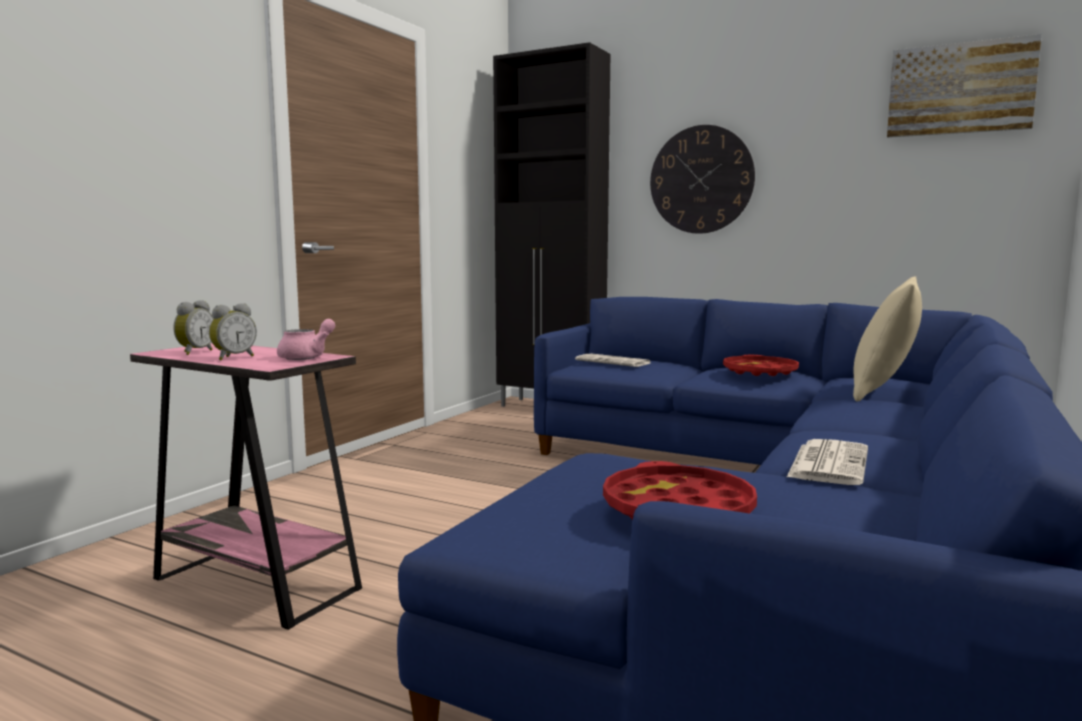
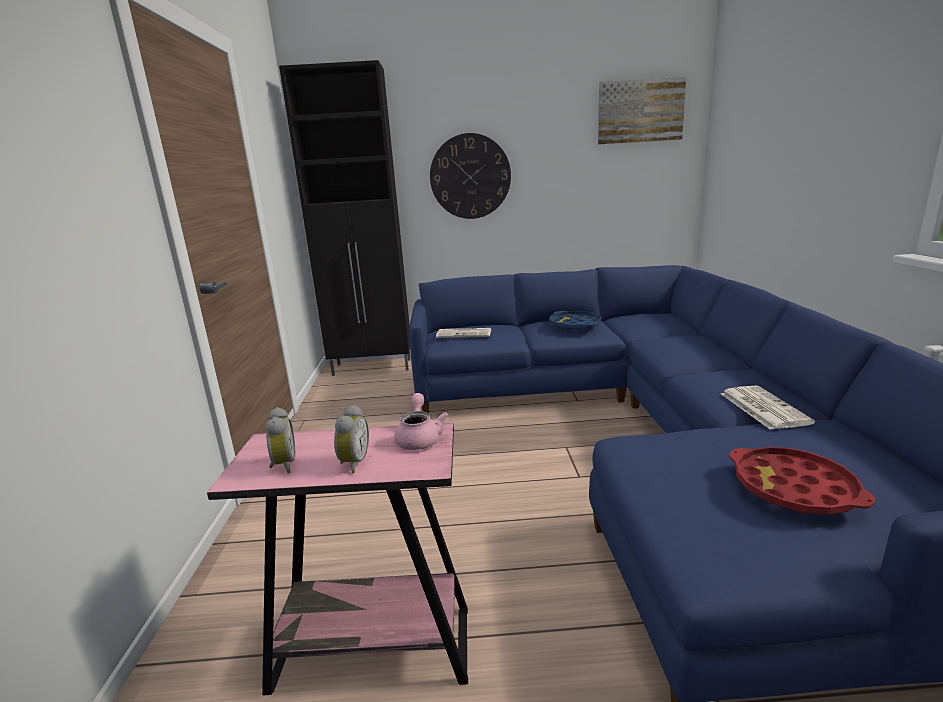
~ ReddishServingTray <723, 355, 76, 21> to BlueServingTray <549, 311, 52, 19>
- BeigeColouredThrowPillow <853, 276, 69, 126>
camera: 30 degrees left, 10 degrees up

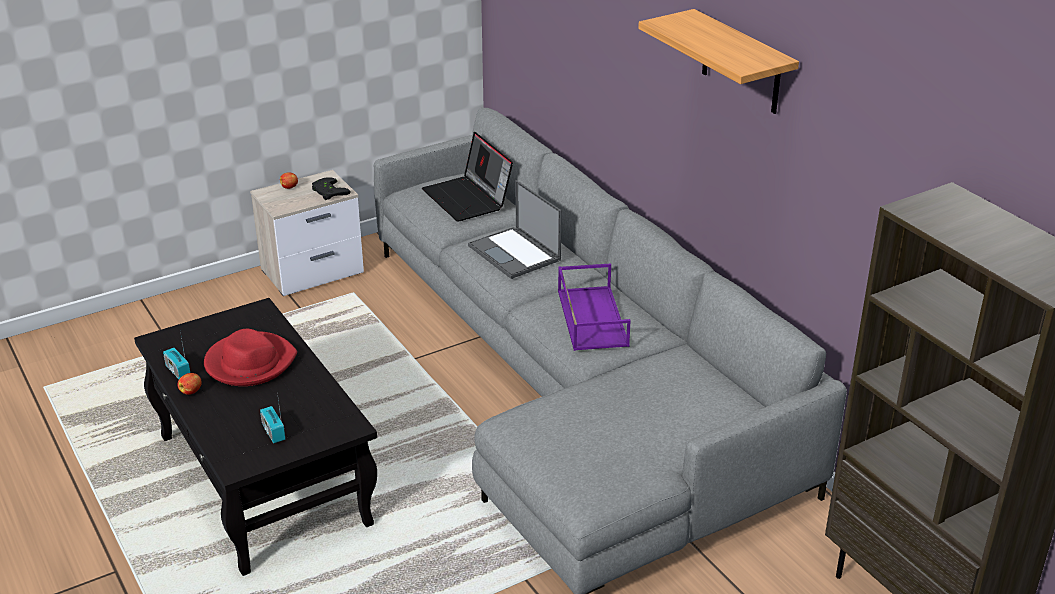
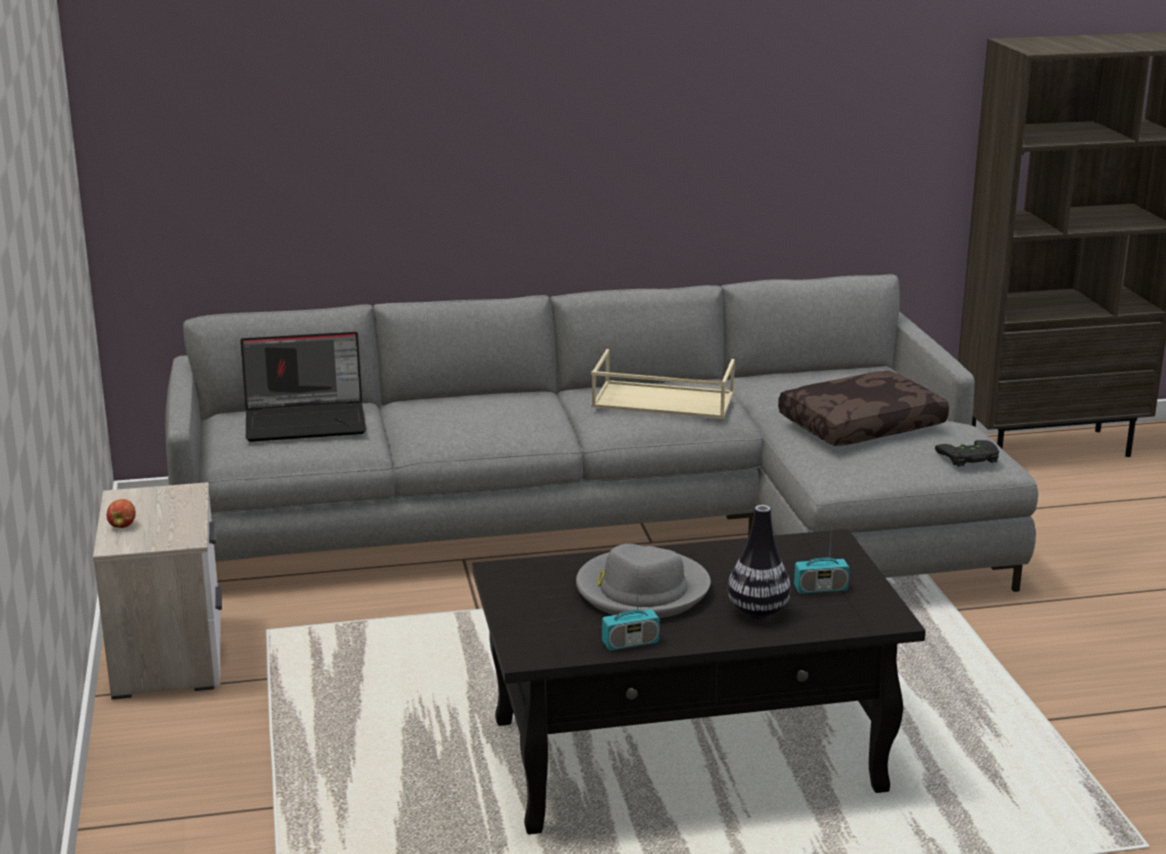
- WholeApple <178, 373, 24, 22>
~ ReddishClothingHat <204, 329, 93, 57> to GrayClothingHat <576, 544, 135, 74>
~ BlackColouredGamepad <312, 177, 38, 23> to <935, 440, 64, 27>
- NotebookComputer <468, 180, 94, 99>
~ PurplishServingTray <558, 263, 73, 88> to BeigeColouredServingTray <591, 349, 144, 70>
- Shelf <638, 9, 161, 105>
+ Vase <728, 505, 63, 114>
+ BrownishThrowPillow <778, 371, 171, 75>
camera: 70 degrees left, 10 degrees down

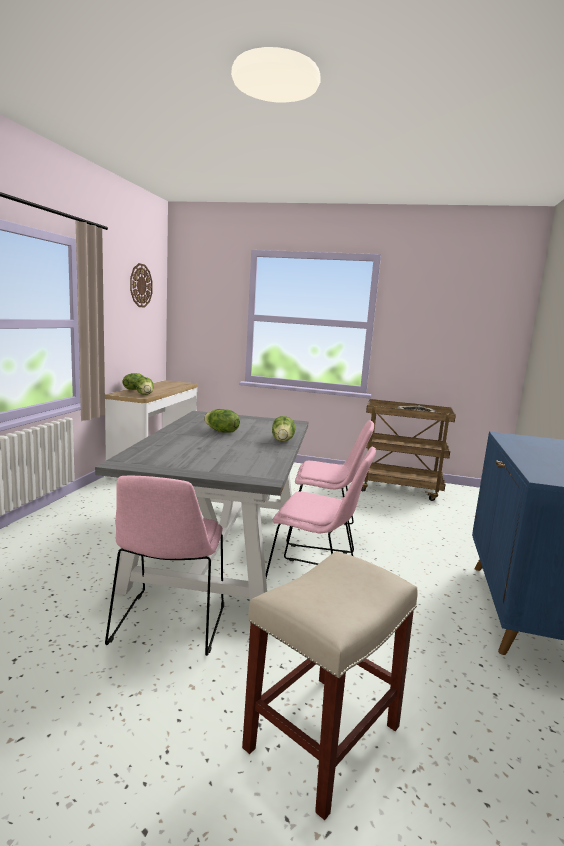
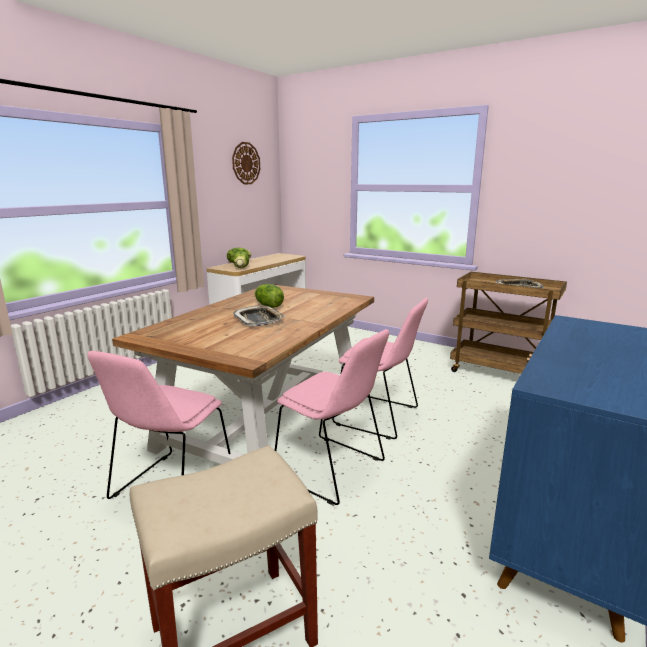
~ GrayDinnerTable <95, 411, 213, 191> to BrownishDinnerTable <112, 285, 262, 179>
- Lettuce <272, 416, 23, 26>
+ ServingTray <233, 305, 52, 21>
camera: 20 degrees right, 5 degrees up

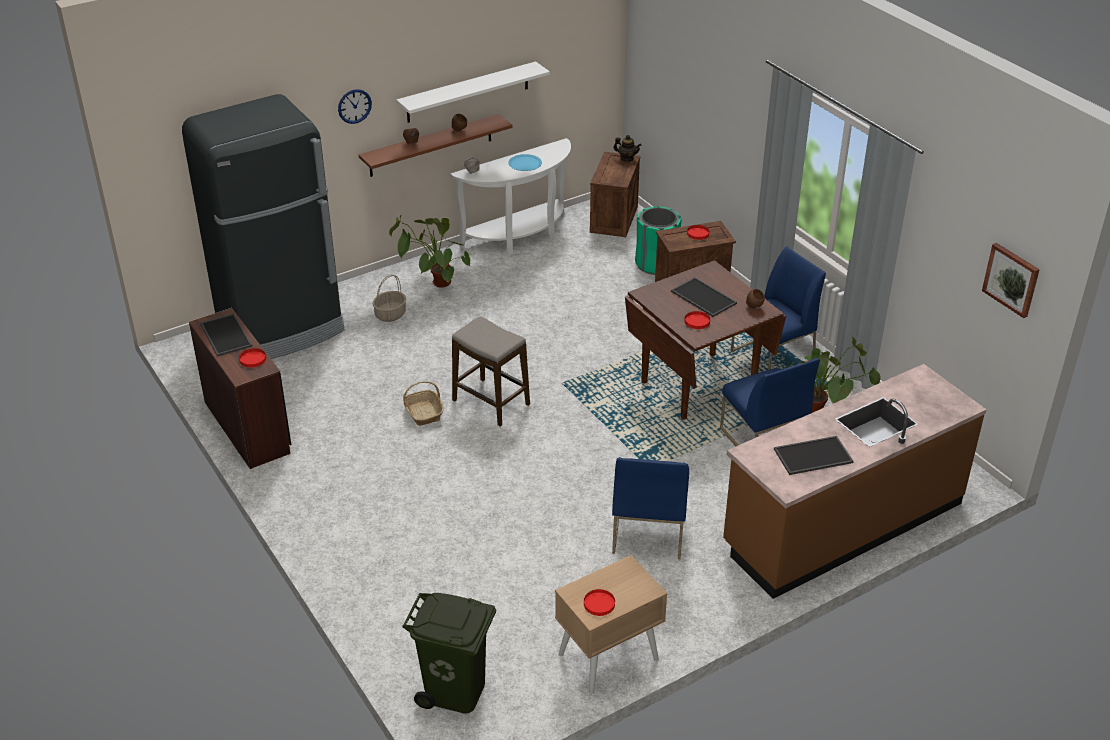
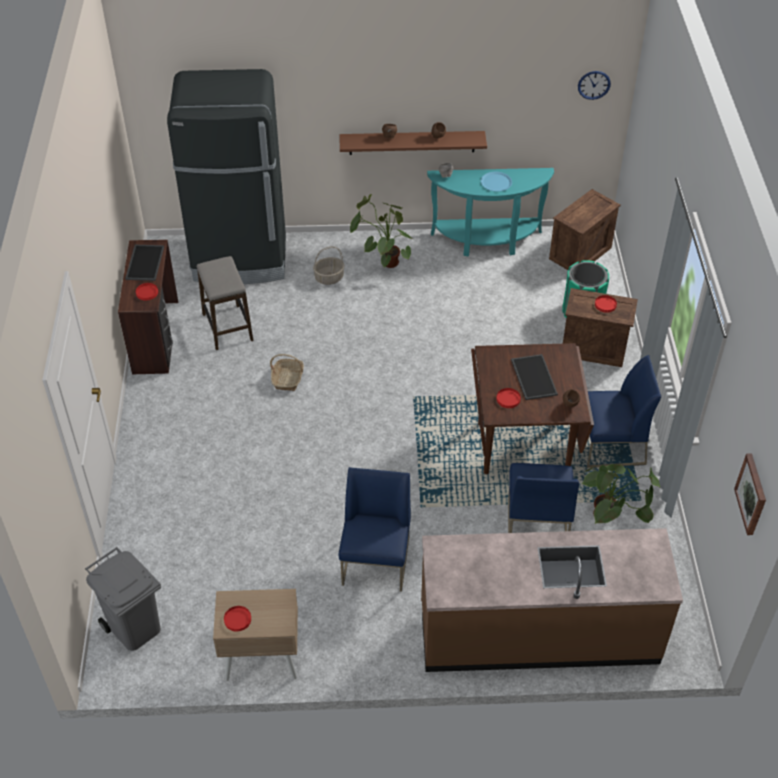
~ ClockOnTheWall <338, 89, 34, 35> to <578, 71, 33, 29>
- WhitishShelf <396, 61, 154, 62>
~ GreenRubbishBin <402, 593, 94, 121> to GrayRubbishBin <85, 547, 76, 104>
~ WhitishConsoleTable <450, 138, 121, 117> to TurquoiseColouredConsoleTable <427, 168, 127, 89>
~ SittingStool <452, 316, 78, 111> to <197, 256, 56, 94>
~ BlueChair <612, 457, 77, 102> = <339, 467, 72, 125> 150 degrees clockwise
- PotForTea <613, 135, 28, 27>
- ServingTray <774, 436, 80, 39>
camera: 30 degrees right, 10 degrees up

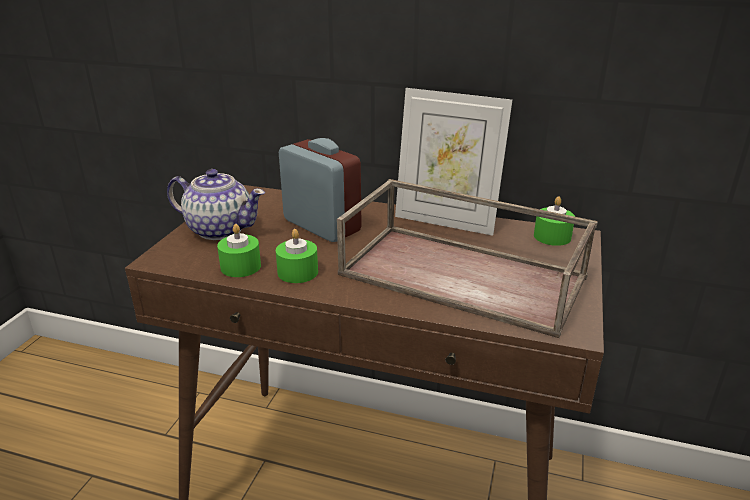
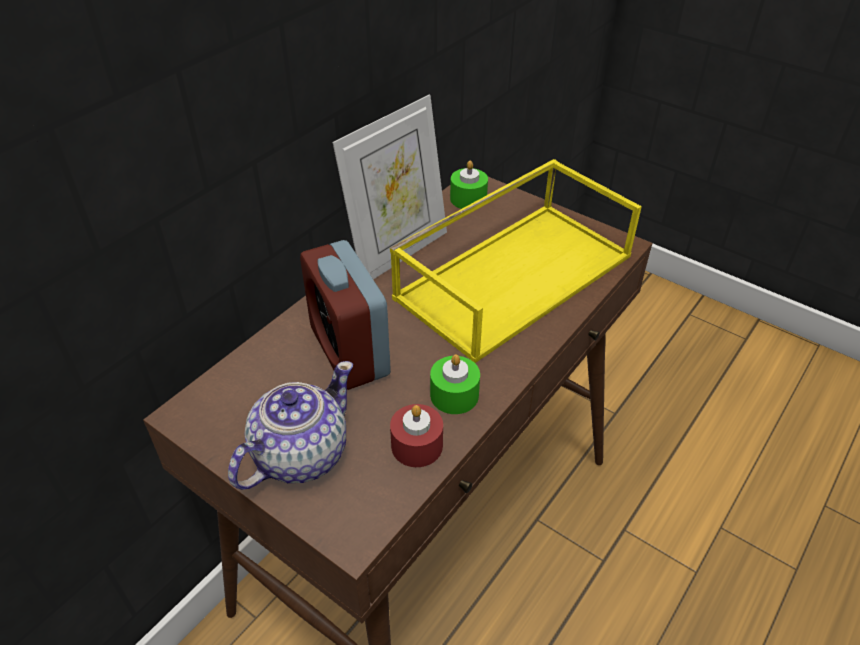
~ GreenWaxLight <217, 224, 44, 53> to ReddishWaxLight <390, 404, 53, 63>
~ TableClock <279, 138, 83, 104> = <300, 240, 91, 150> 90 degrees counterclockwise
~ BrownishServingTray <337, 179, 261, 159> to YellowServingTray <390, 159, 252, 204>
camera: 70 degrees left, 15 degrees up

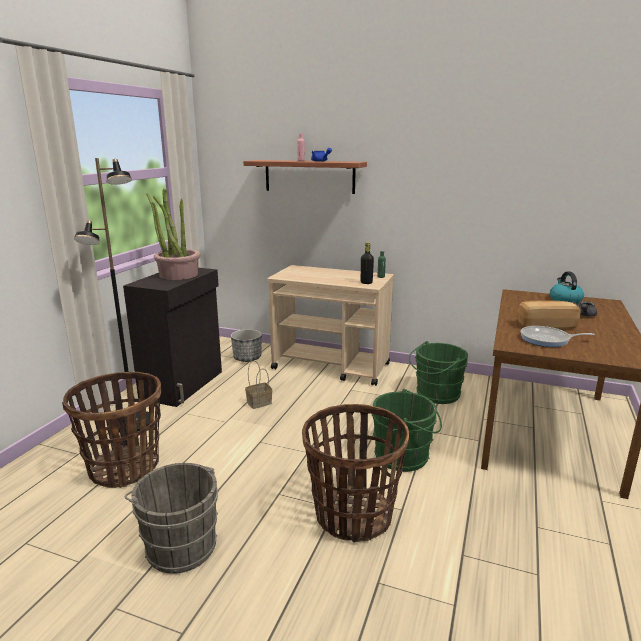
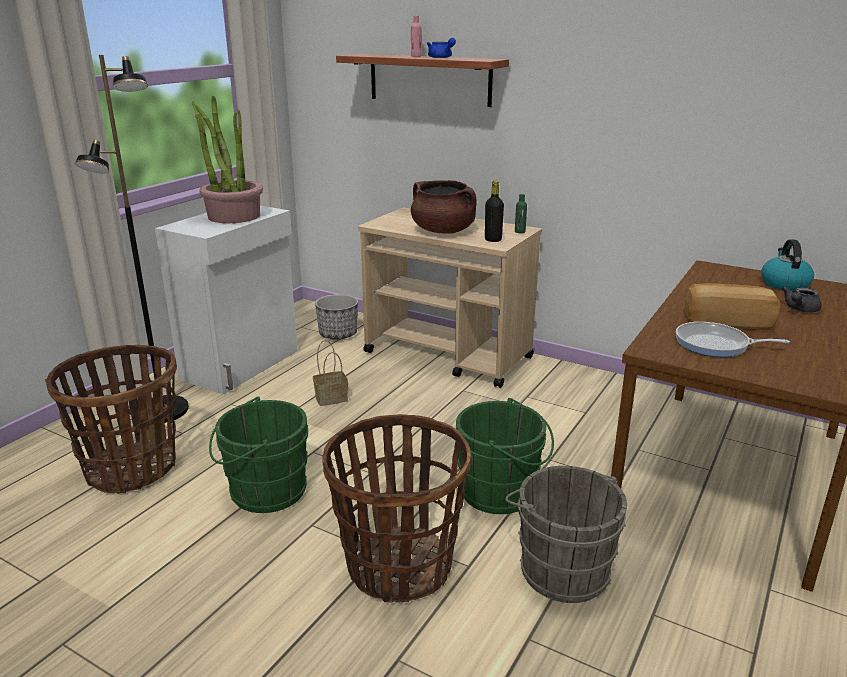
~ BlackColouredCabinet <123, 268, 99, 139> to WhitishCabinet <155, 206, 143, 188>
~ GrayBucket <125, 463, 94, 111> to <505, 466, 122, 137>
~ GreenBucket <409, 341, 59, 63> to <209, 397, 99, 116>
+ BrownishSaucepot <411, 180, 65, 54>
camera: 10 degrees right, 5 degrees up

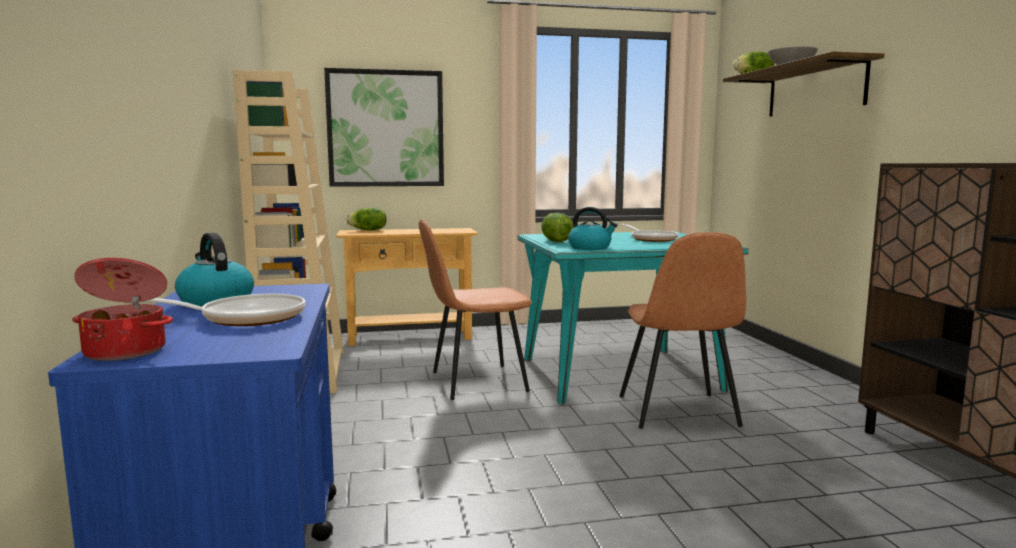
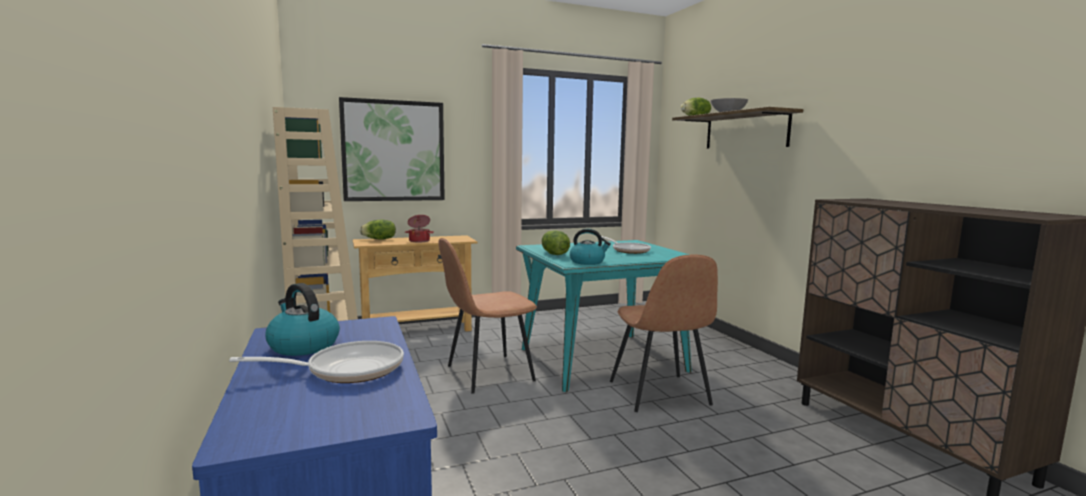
~ Saucepot <72, 258, 101, 103> to <405, 215, 29, 28>
camera: 10 degrees left, 0 degrees up

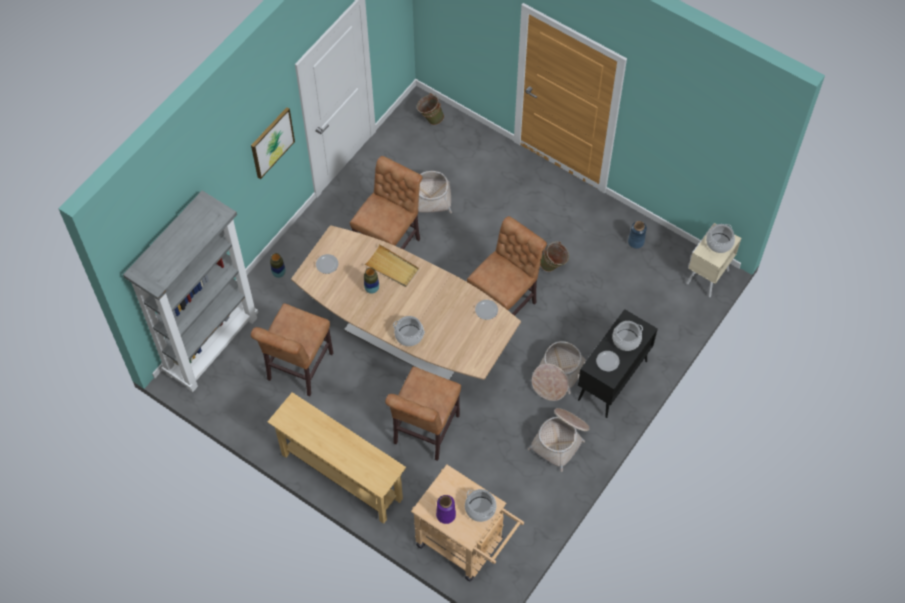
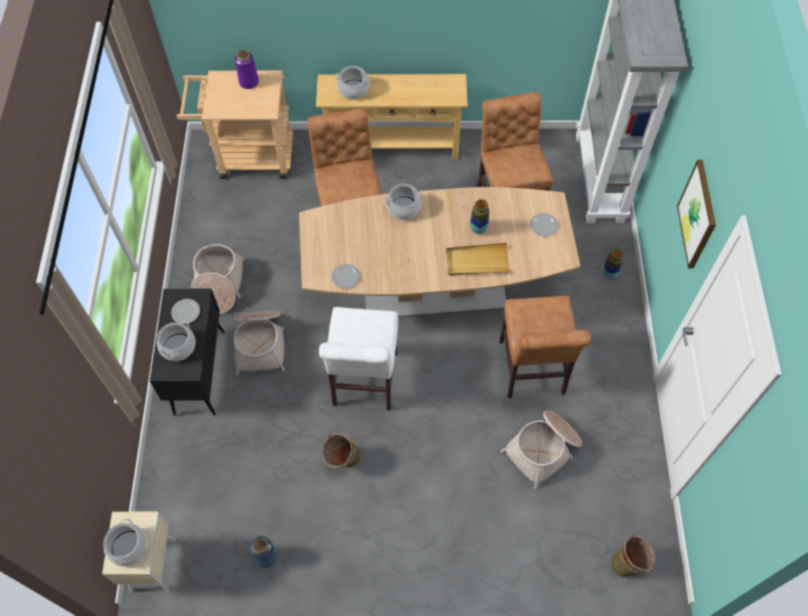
~ Saucepot <465, 489, 31, 33> to <335, 66, 36, 34>
~ BrownishChair <467, 216, 80, 100> to WhitishChair <319, 307, 79, 103>
camera: 145 degrees right, 0 degrees up

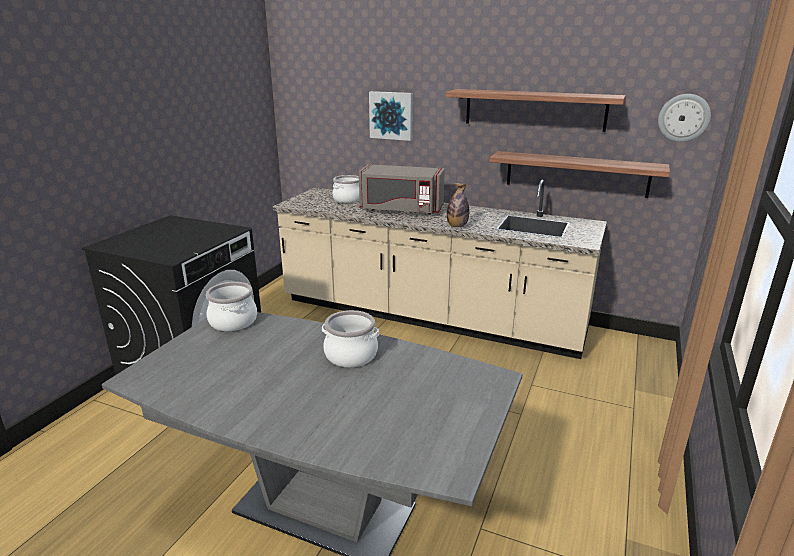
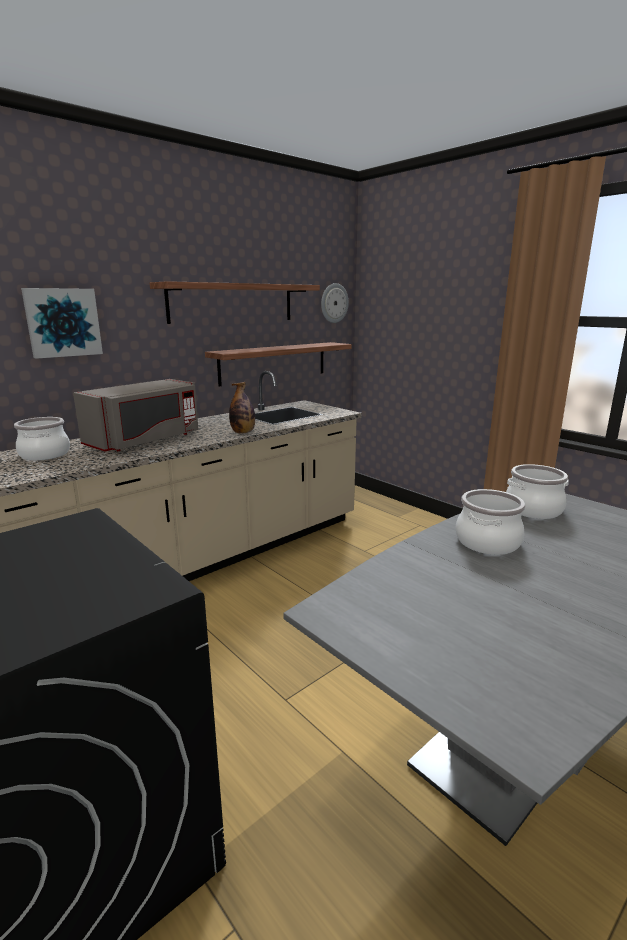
~ Saucepot <206, 282, 51, 49> to <506, 464, 63, 55>
camera: 65 degrees left, 5 degrees down

